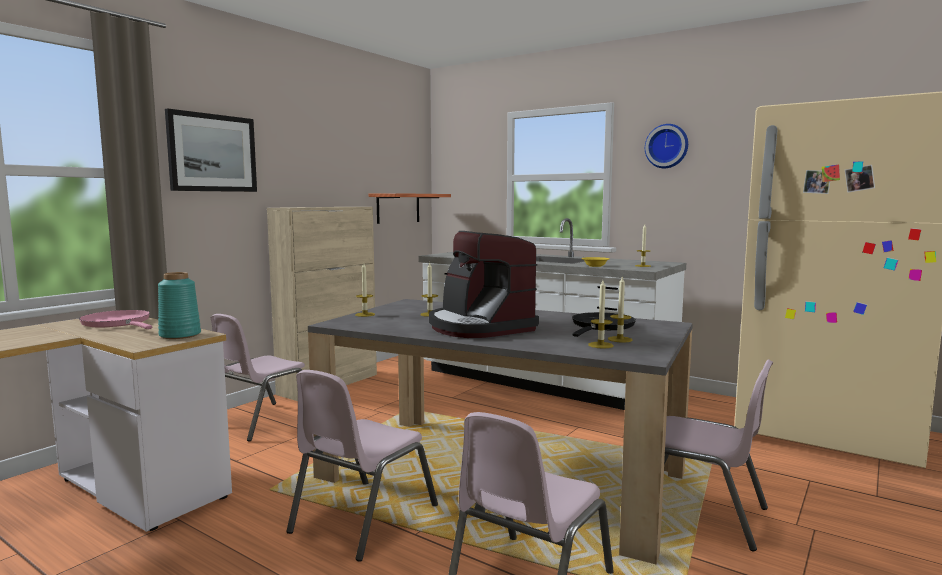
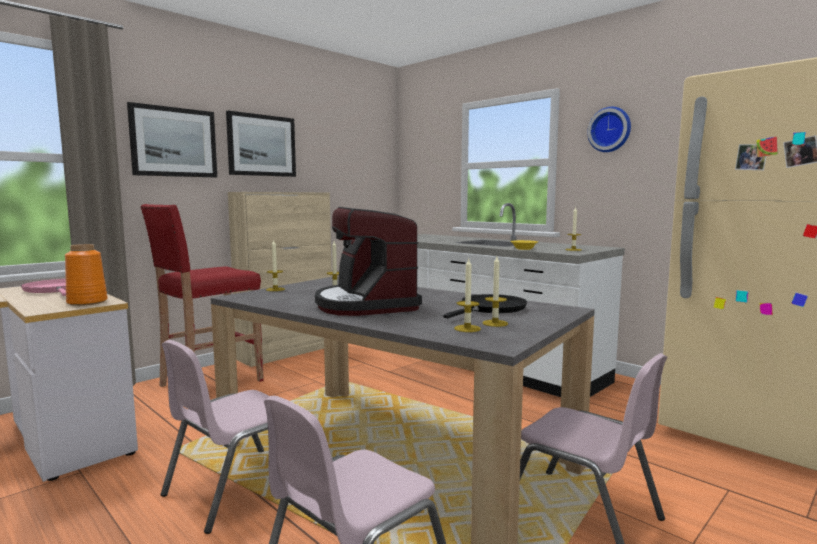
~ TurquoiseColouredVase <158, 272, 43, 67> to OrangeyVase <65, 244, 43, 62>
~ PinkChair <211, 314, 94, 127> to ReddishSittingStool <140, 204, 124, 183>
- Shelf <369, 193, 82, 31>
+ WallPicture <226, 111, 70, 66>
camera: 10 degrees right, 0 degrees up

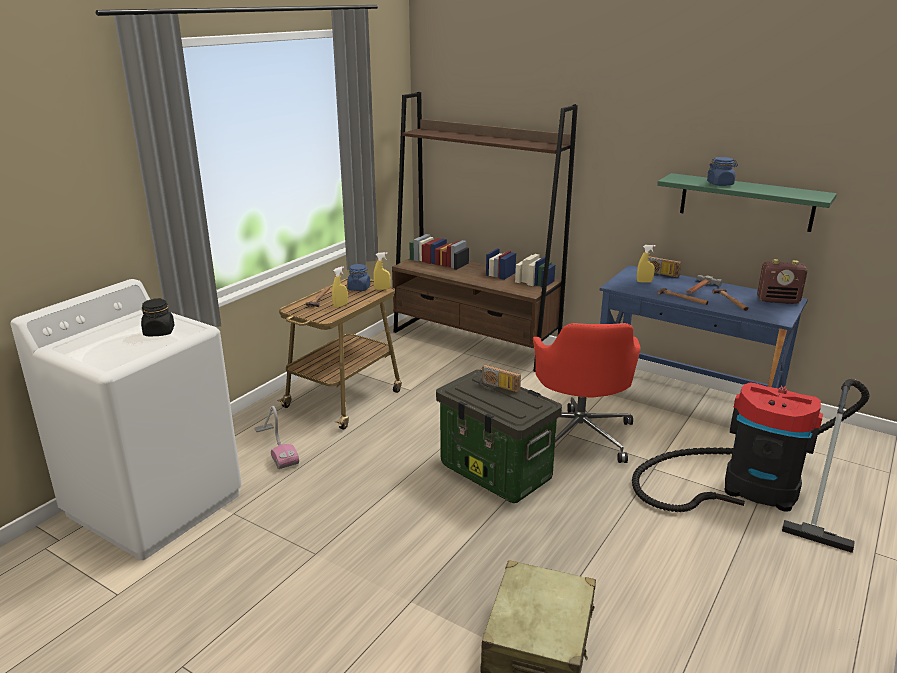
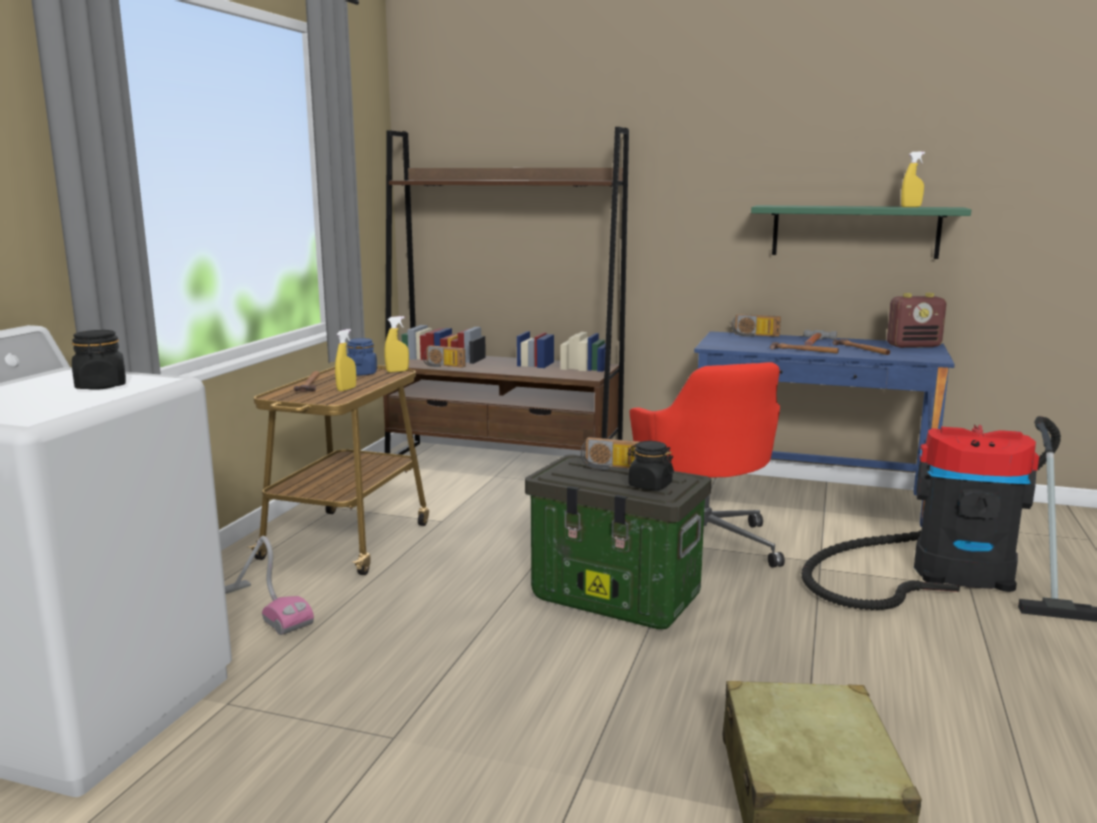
~ YellowSprayBottle <637, 245, 18, 38> to <901, 152, 24, 55>
- BluePreserveJar <707, 157, 31, 29>
+ RadioReceiver <423, 345, 43, 23>
+ BlackColouredPreserveJar <628, 441, 46, 49>
camera: 15 degrees left, 10 degrees down

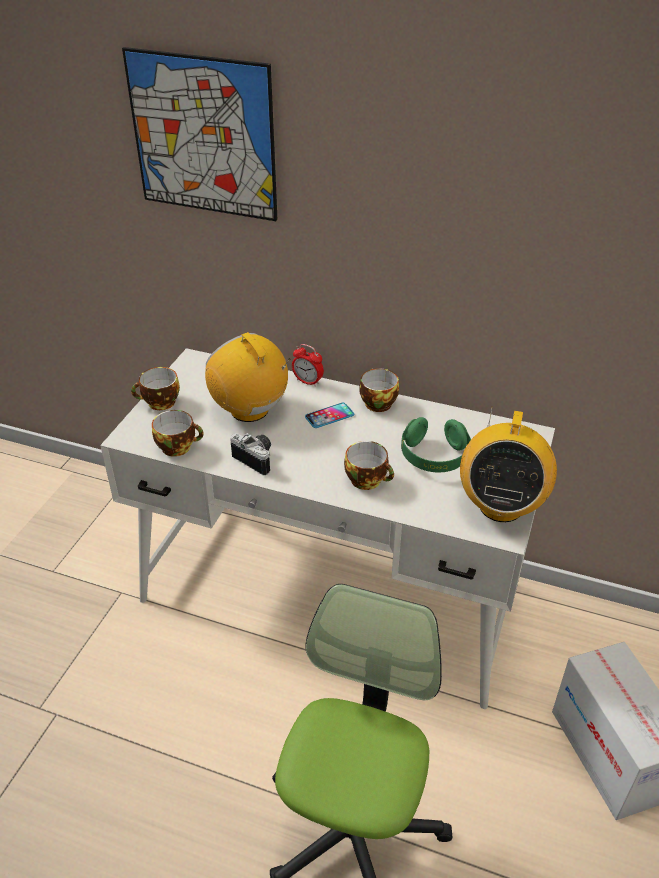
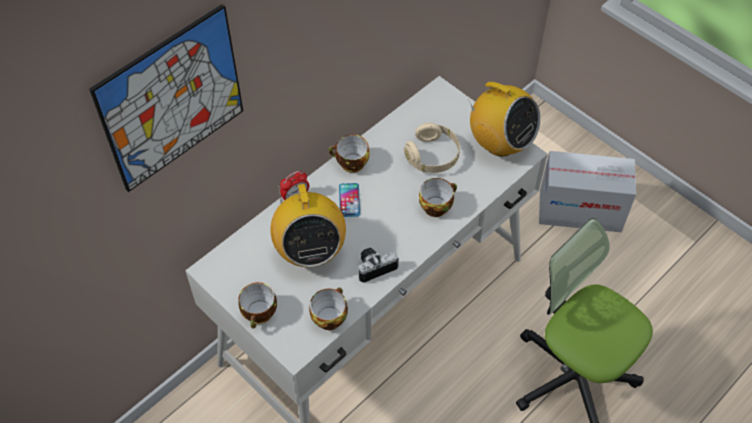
~ RadioReceiver <205, 332, 86, 90> = <270, 184, 76, 83> 90 degrees counterclockwise
~ GreenHeadphones <401, 417, 70, 55> to BeigeColouredHeadphones <404, 122, 56, 51>
camera: 65 degrees left, 15 degrees up

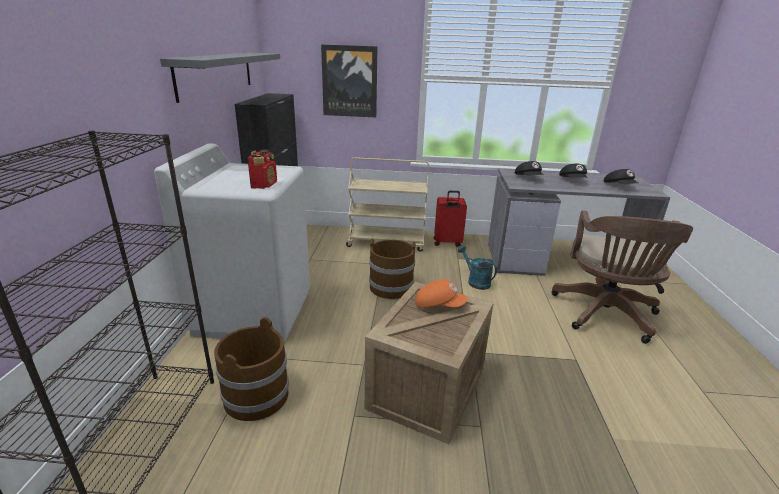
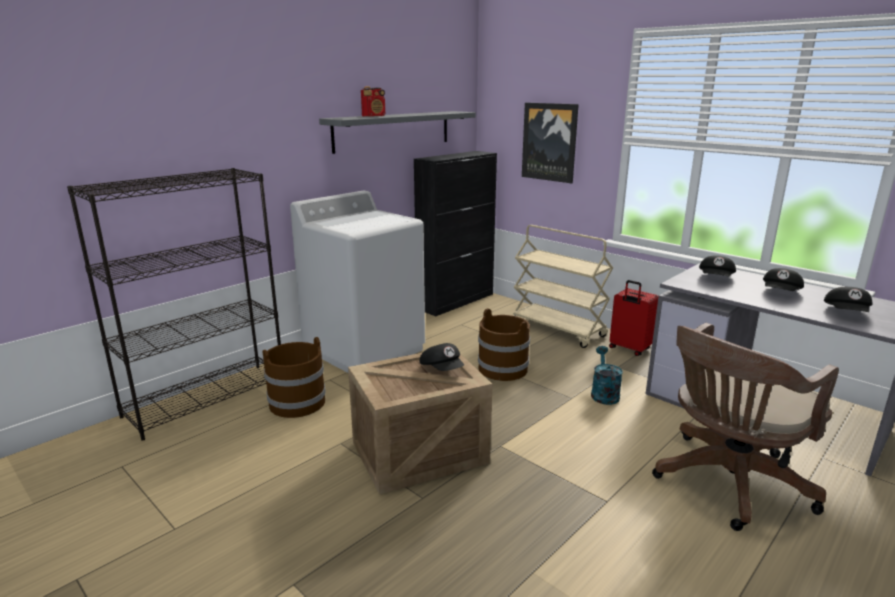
~ RadioReceiver <247, 150, 30, 39> to <361, 86, 24, 31>
~ OrangeyCap <415, 279, 53, 29> to BlackColouredCap <419, 343, 45, 28>
camera: 40 degrees right, 5 degrees down

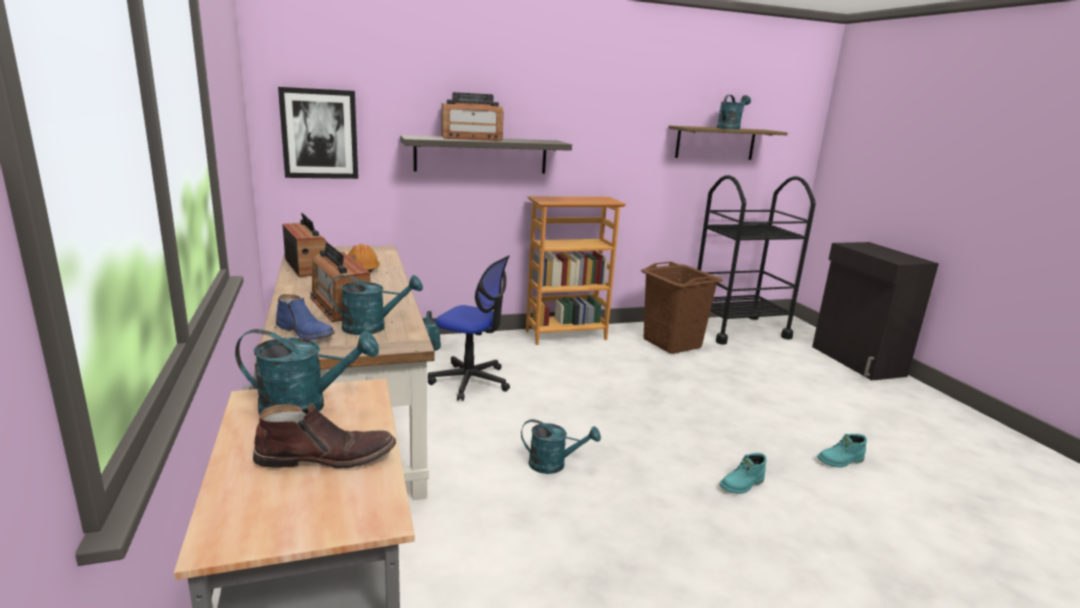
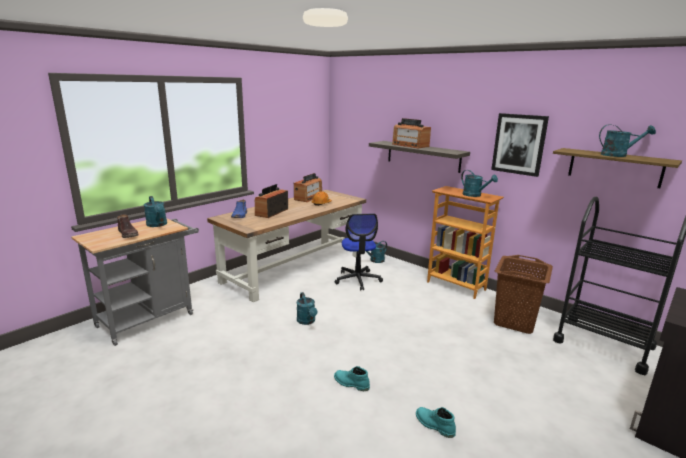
~ WallPicture <278, 87, 80, 92> to <491, 113, 58, 64>
~ TurquoiseColouredSprinklingCan <328, 275, 95, 60> to <461, 170, 37, 27>
camera: 60 degrees right, 0 degrees up

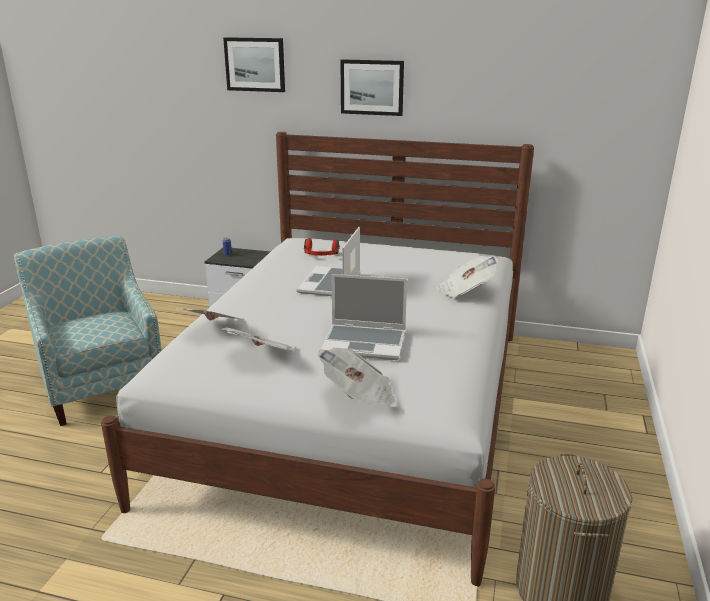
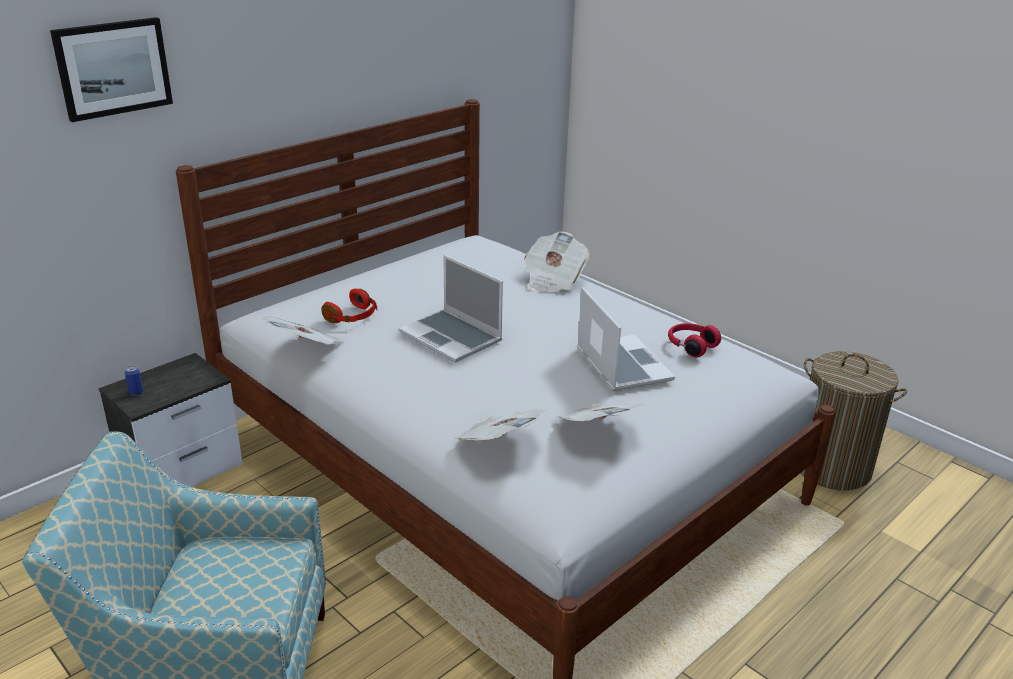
~ Newspaper <318, 348, 79, 59> to <263, 316, 83, 29>
~ NotebookComputer <321, 274, 86, 86> = <577, 287, 98, 104> 60 degrees counterclockwise
- WallPicture <341, 59, 63, 57>
+ ReddishHeadphones <668, 323, 53, 34>
camera: 60 degrees left, 5 degrees up

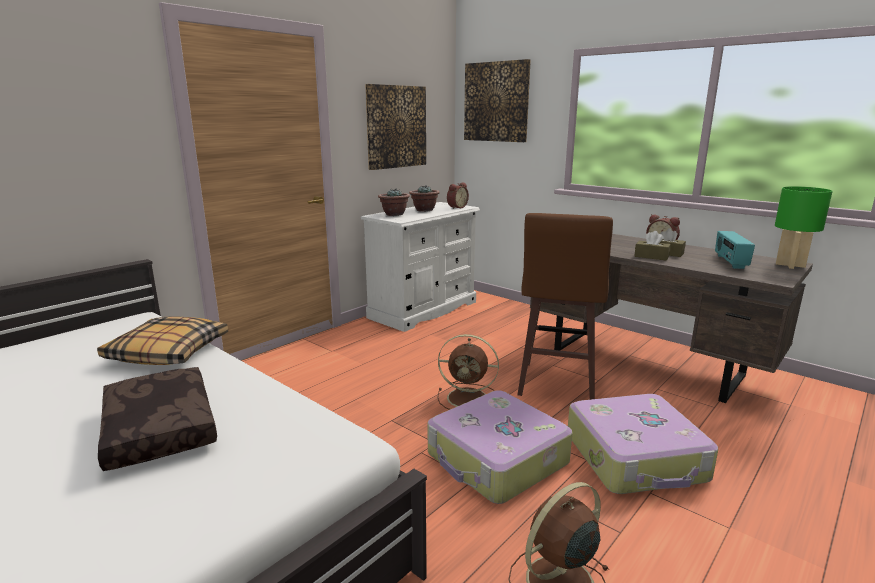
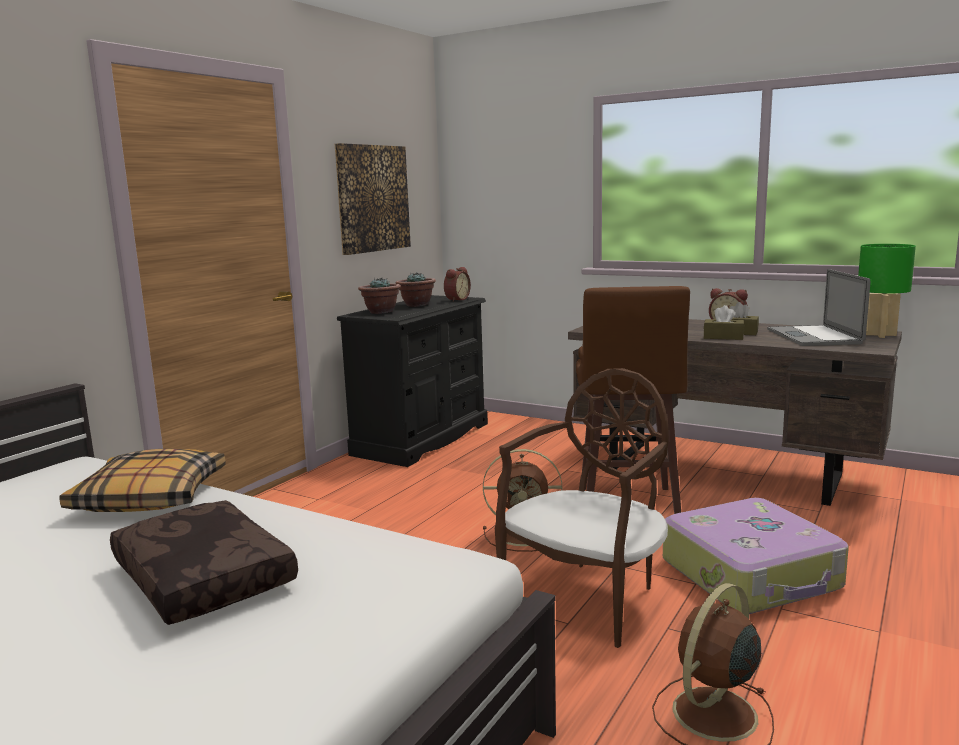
~ WhitishDrawerChest <361, 202, 119, 130> to BlackColouredDrawerChest <337, 295, 151, 172>
~ TravelCase <428, 390, 145, 114> to BrownishChair <495, 368, 174, 280>
- WallPicture <464, 59, 67, 83>
~ RadioReceiver <715, 231, 40, 38> to NotebookComputer <767, 269, 103, 77>
camera: 10 degrees left, 5 degrees down

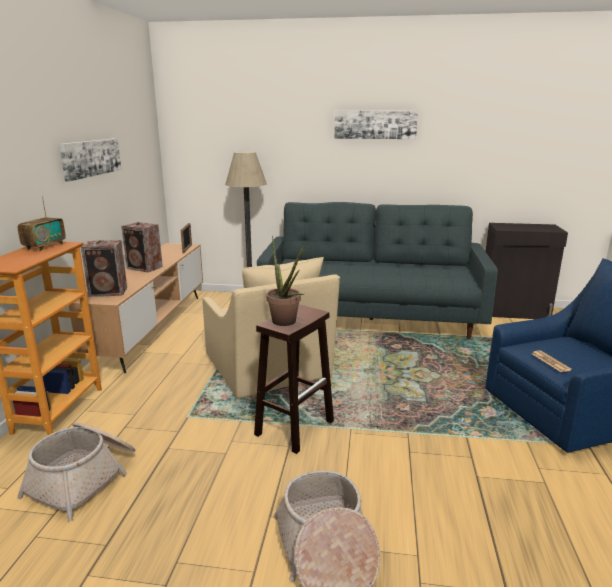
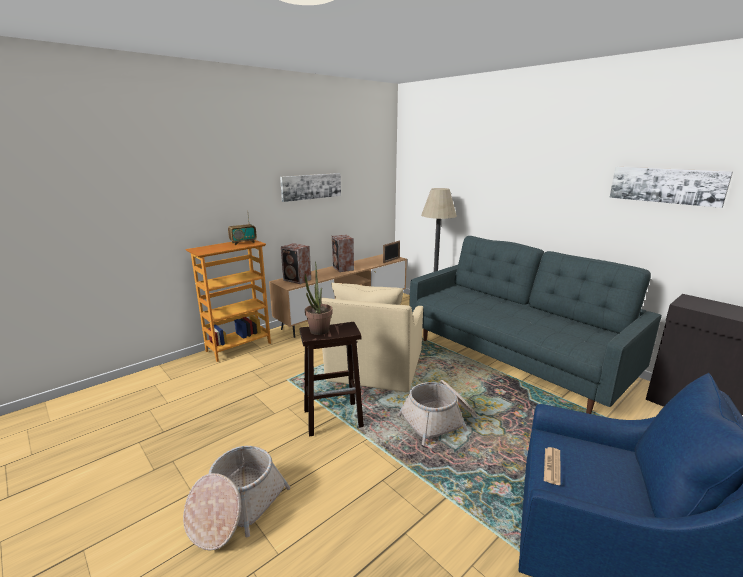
~ Basket <17, 422, 118, 99> to <398, 380, 79, 65>
~ WallPicture <334, 110, 84, 29> to <609, 167, 124, 41>
camera: 40 degrees right, 0 degrees up

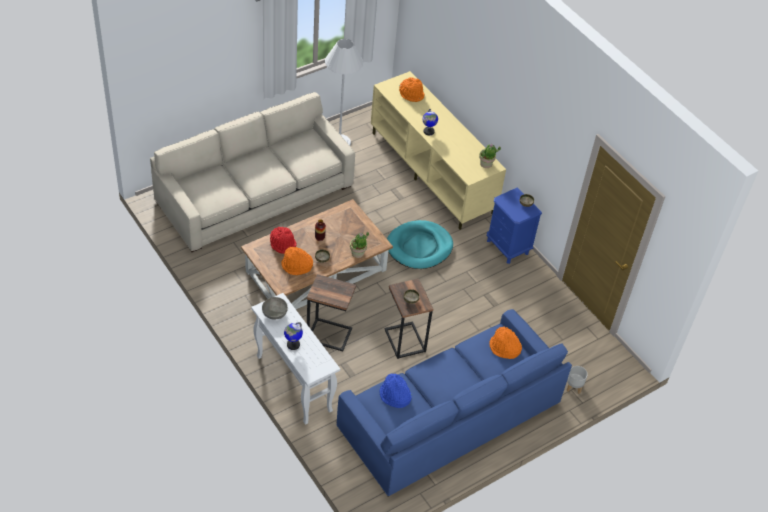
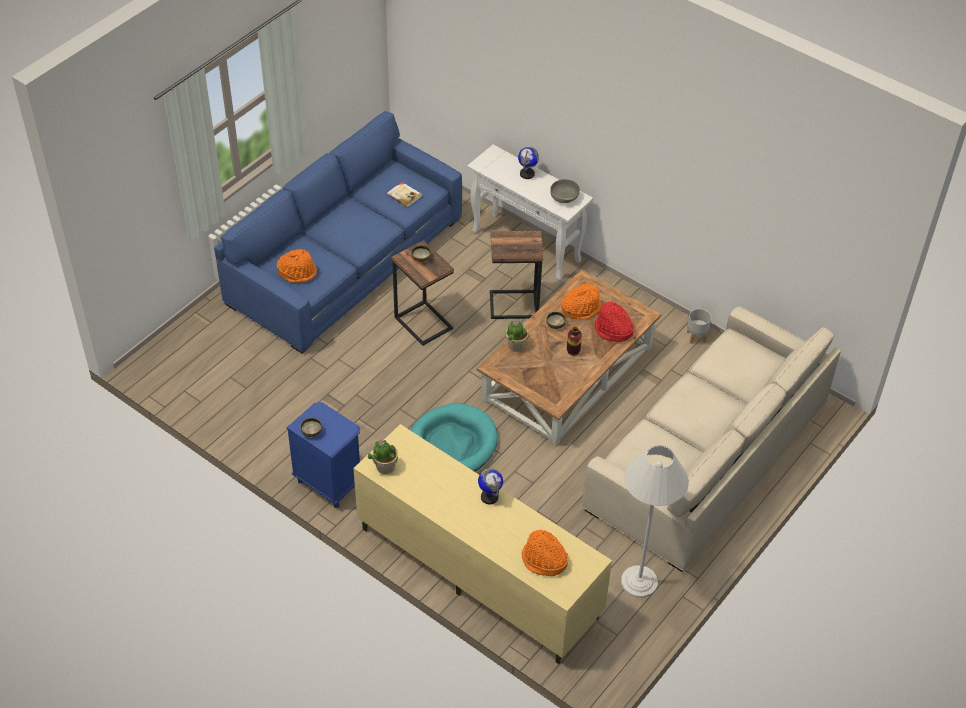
~ BlueClothingHat <380, 374, 32, 34> to Volume <387, 182, 35, 26>
~ GrayPlanter <566, 366, 22, 28> to <687, 309, 24, 35>
camera: 165 degrees right, 0 degrees up

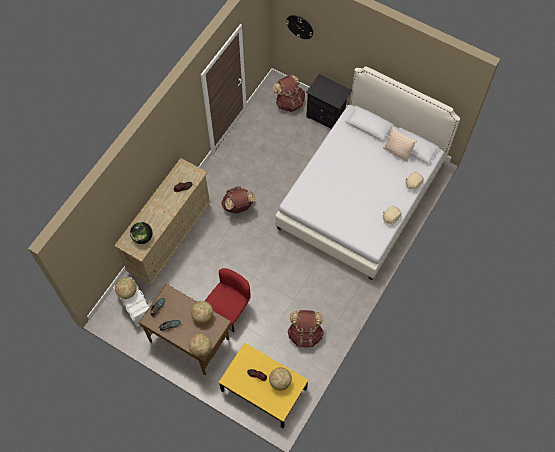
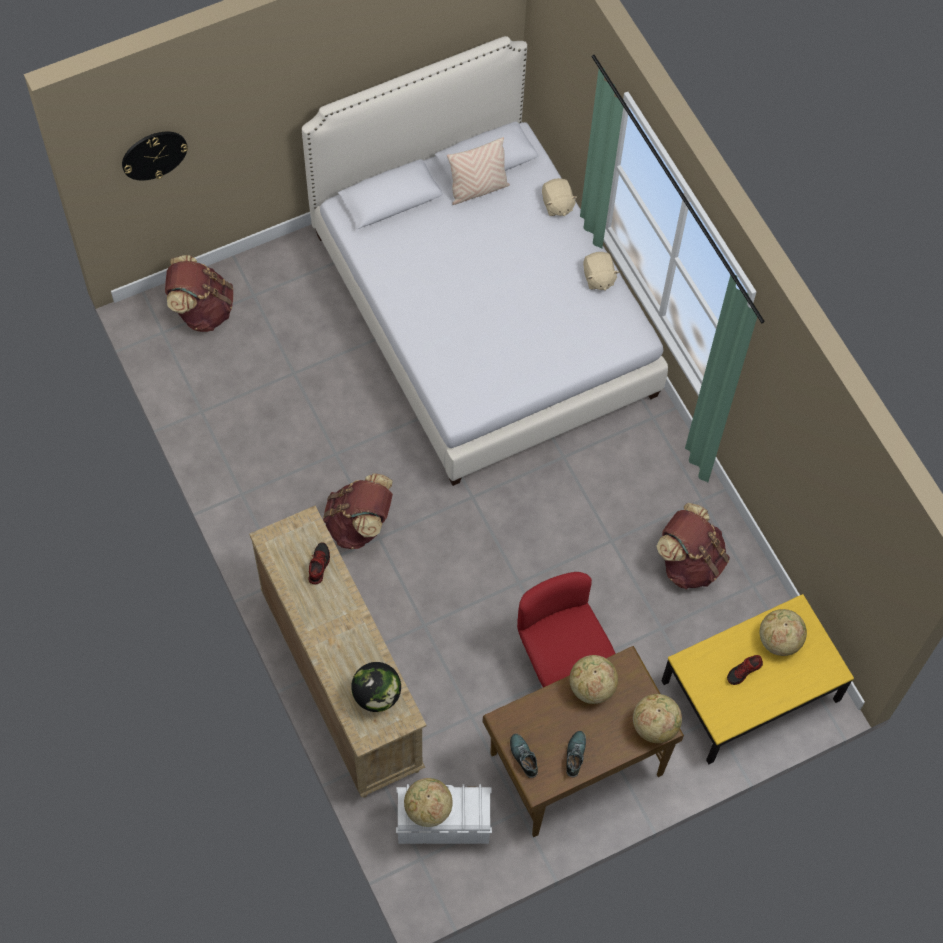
- BlackColouredNightstand <306, 74, 46, 55>
camera: 60 degrees left, 0 degrees up

